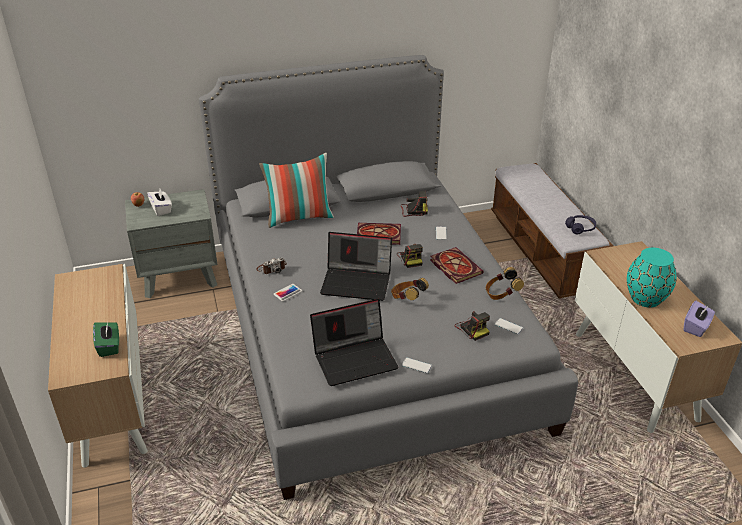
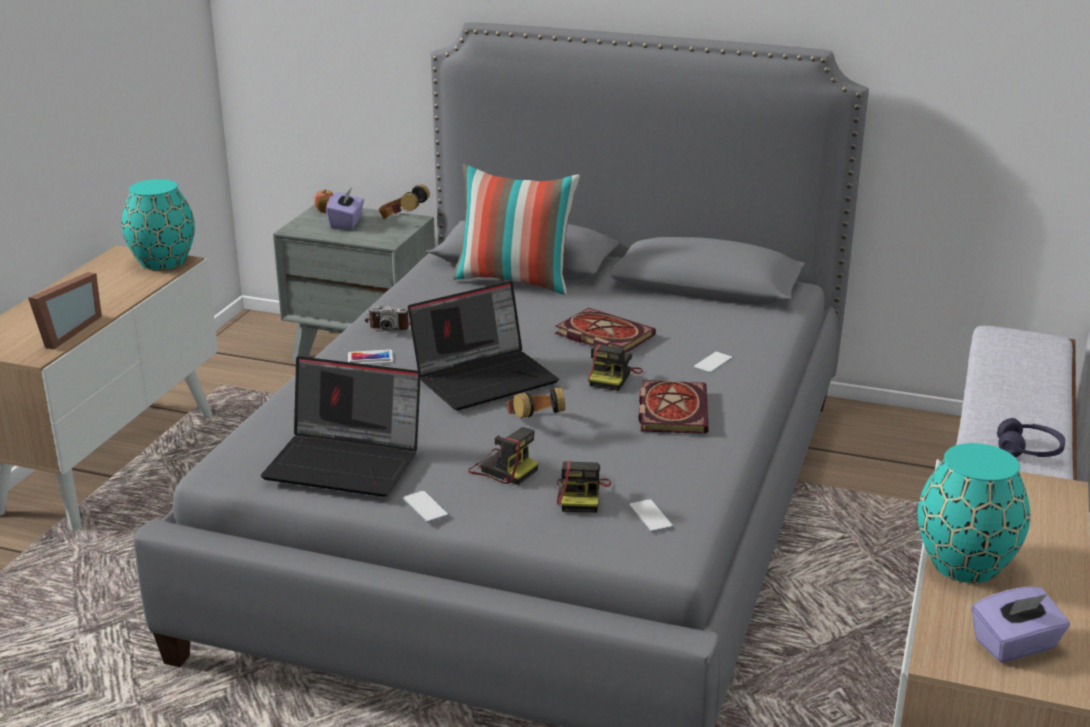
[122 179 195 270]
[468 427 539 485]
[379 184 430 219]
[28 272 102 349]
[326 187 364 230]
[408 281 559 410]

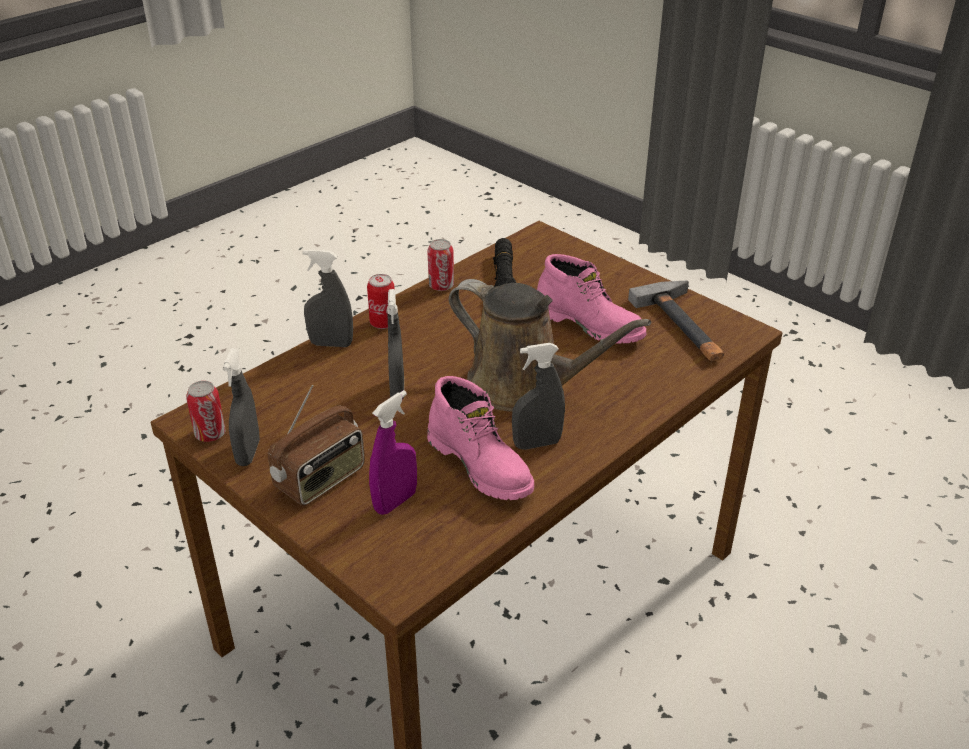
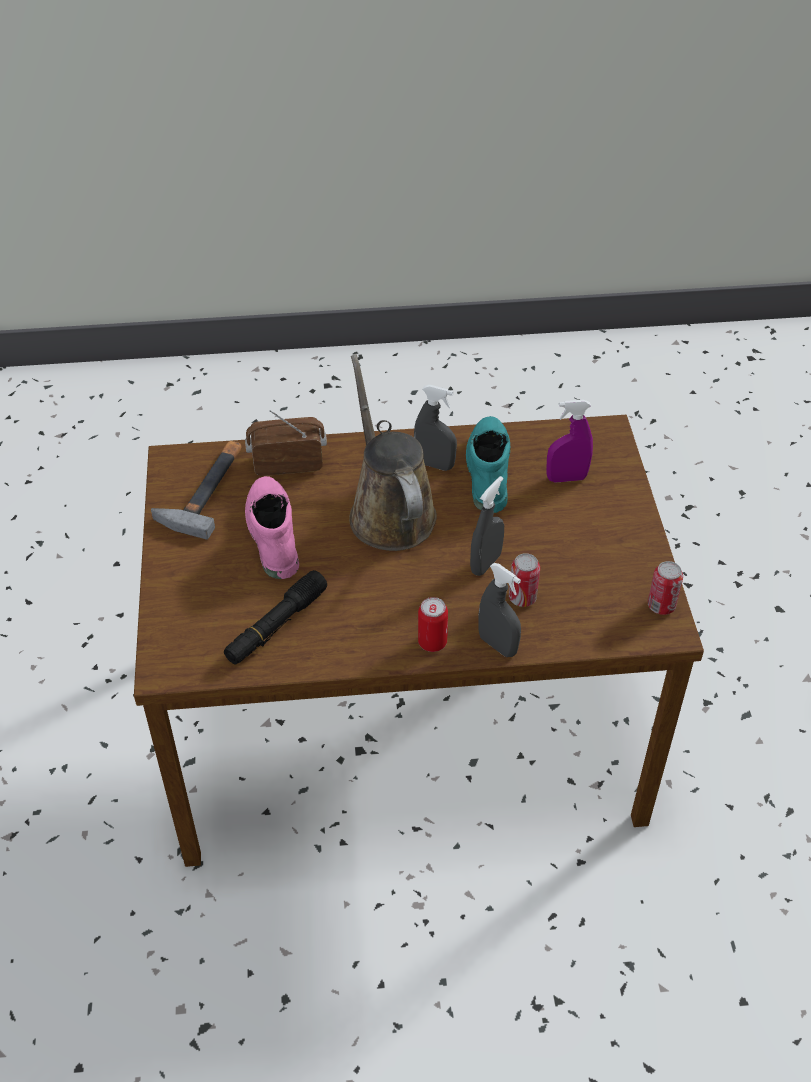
[223 348 260 466] (first image)
[245 410 327 476]
[509 553 540 607]
[466 416 510 513]

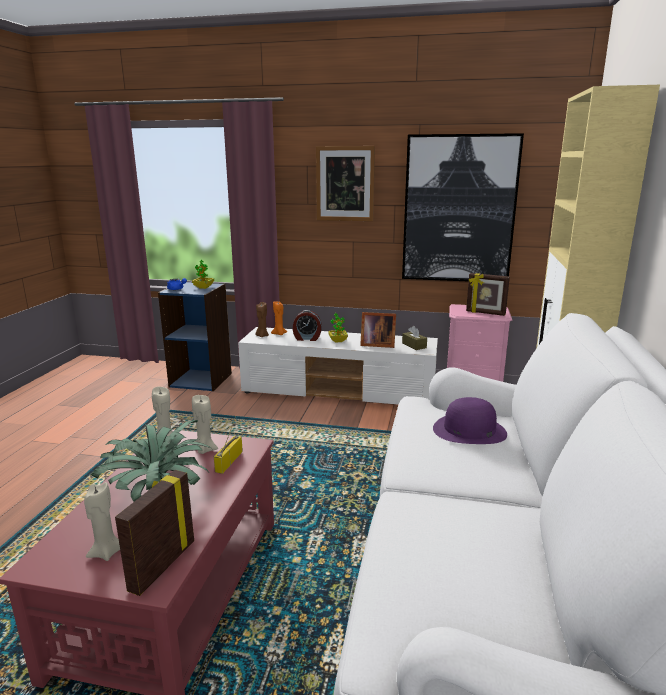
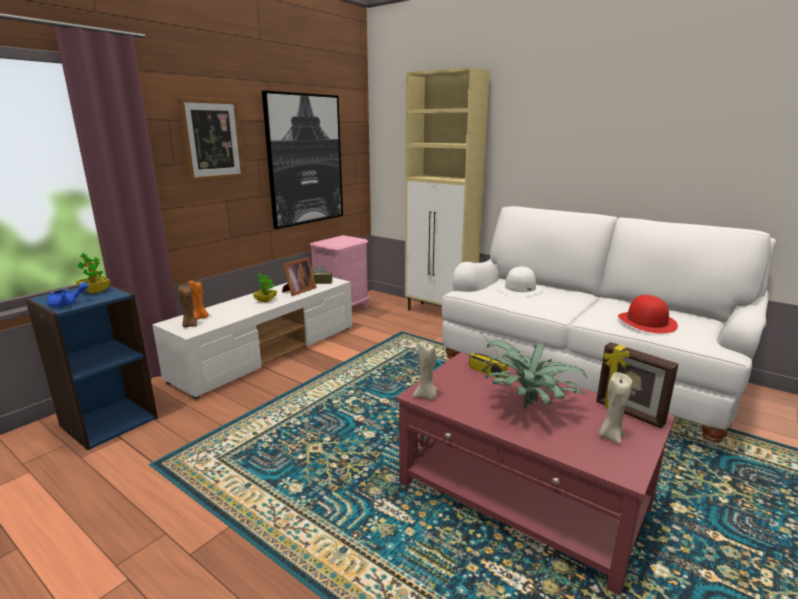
[192 395 218 454] (first image)
[293 310 322 341] (first image)
[466 273 510 316] (first image)
[618 295 678 333]
[498 266 543 296]

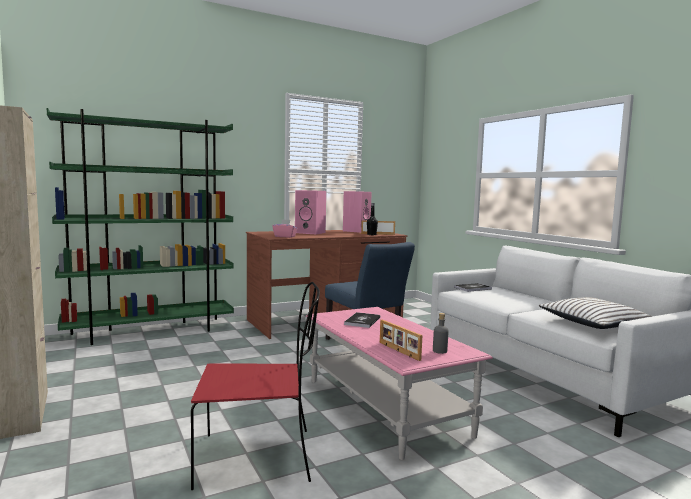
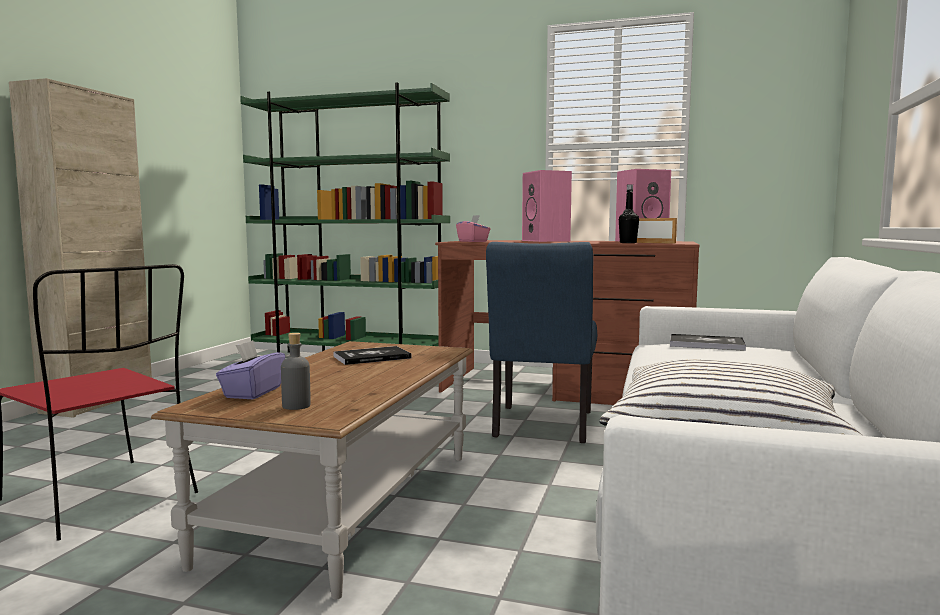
[216 340 285 399]
[151 341 473 600]

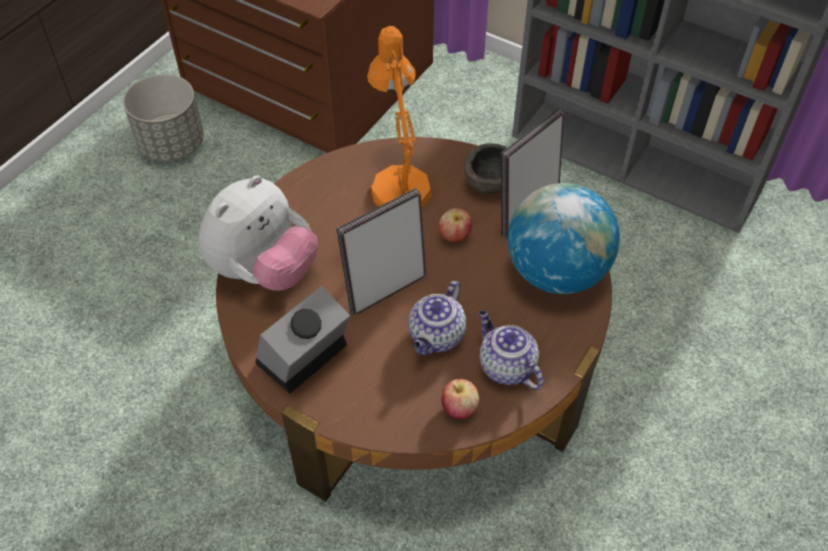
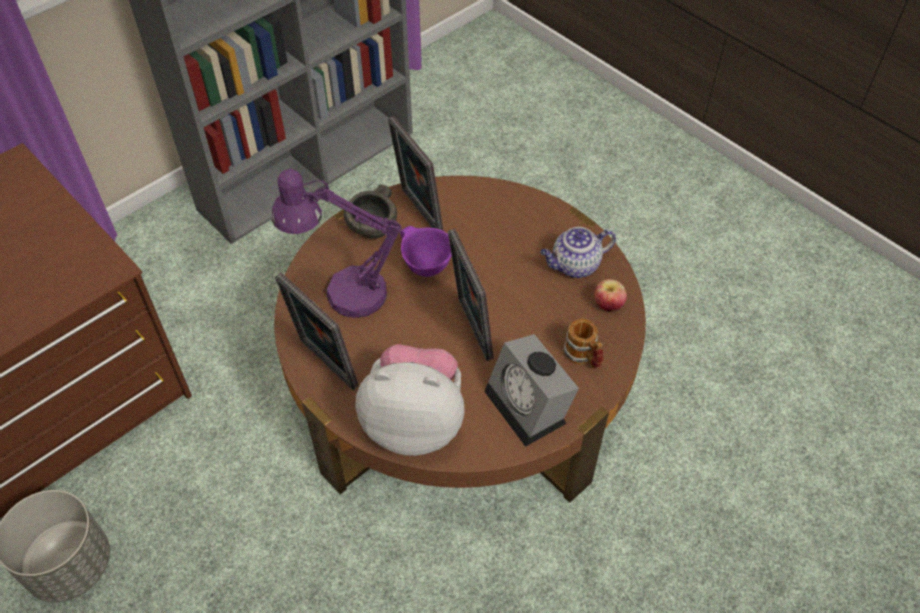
[408 281 466 355] (first image)
[508 183 620 294] (first image)
[275 273 359 390]
[563 319 604 368]
[400 226 452 277]
[272 169 402 318]
[356 344 464 456]

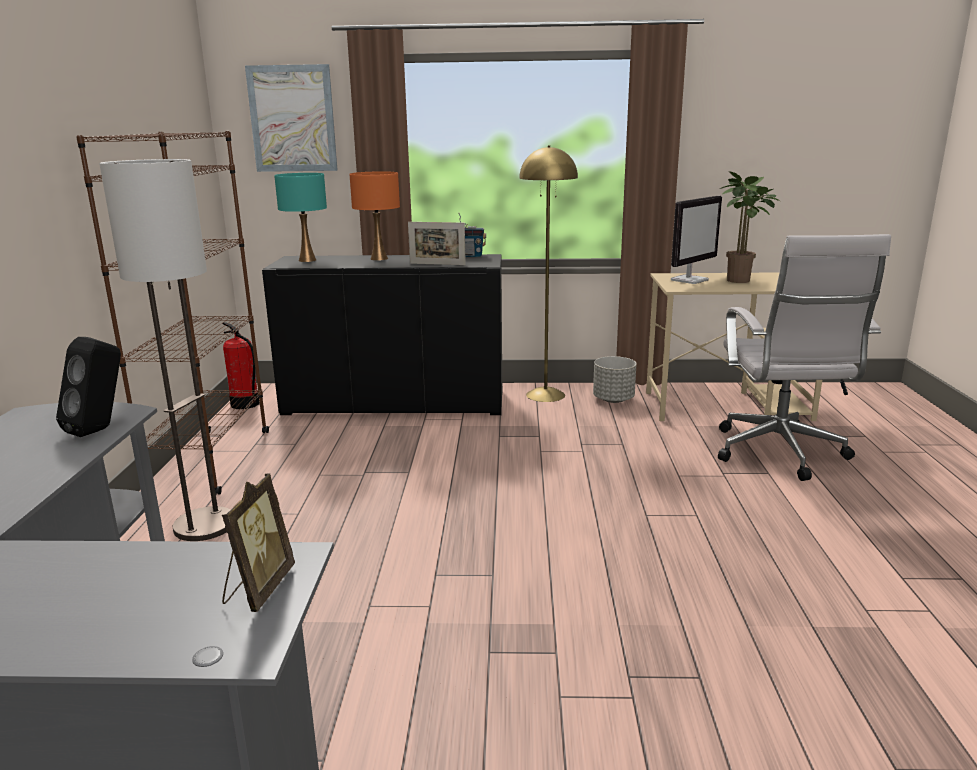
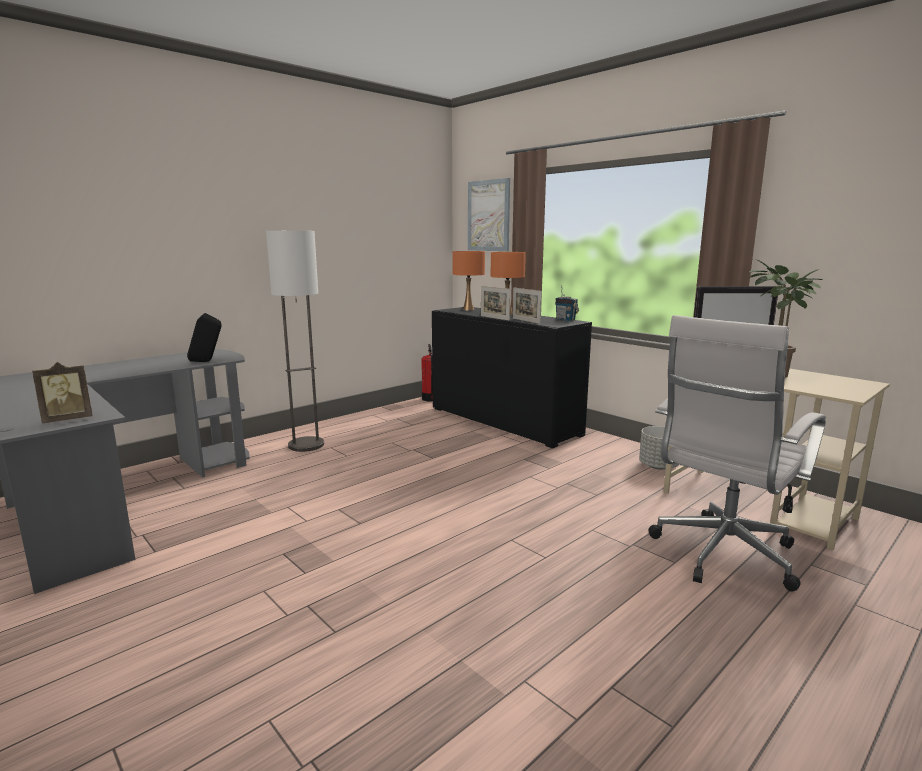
[76 131 269 495] (first image)
[519 145 578 402] (first image)
[481 286 510 321]
[452 251 485 311]

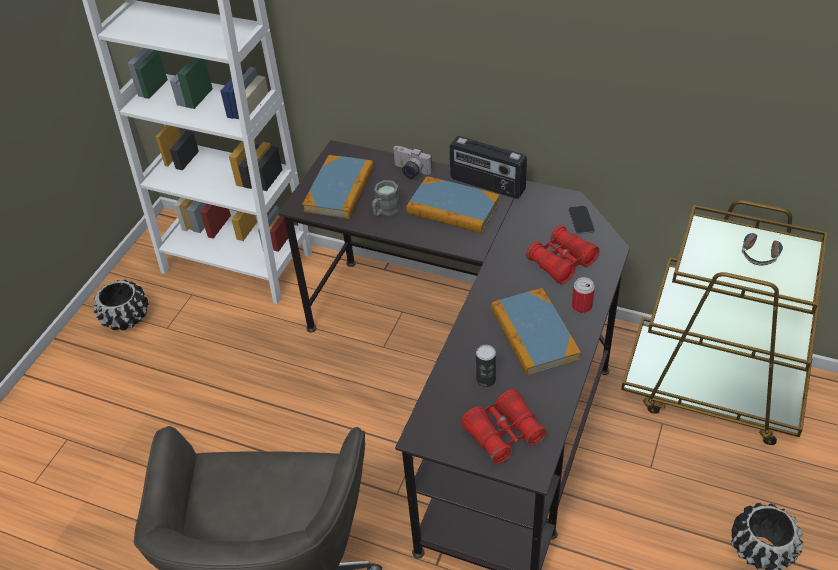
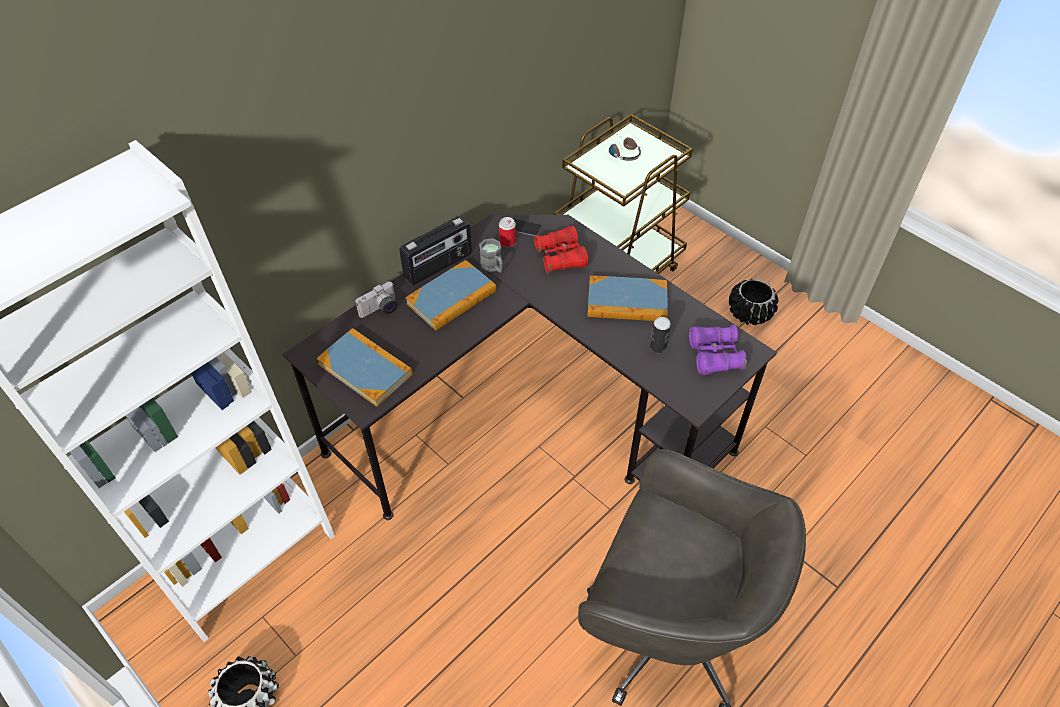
[479 238 503 273]
[499 217 516 247]
[689 325 747 375]

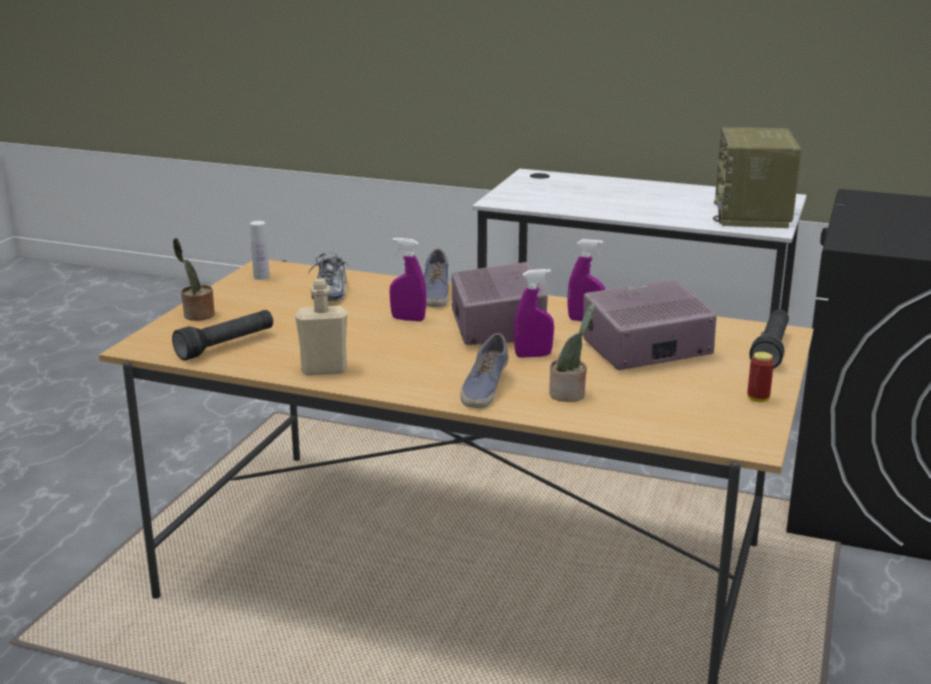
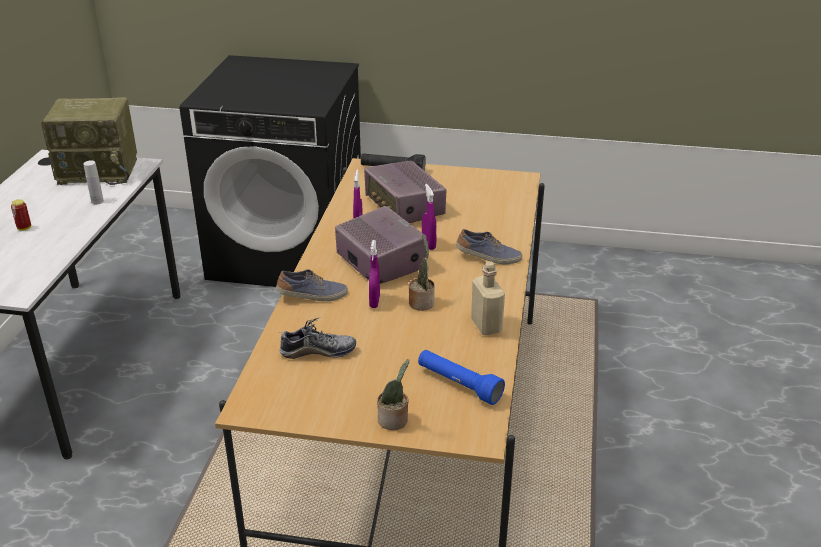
[83 160 104 204]
[409 234 435 310]
[11 199 31 231]
[418 350 505 405]
[335 206 427 284]

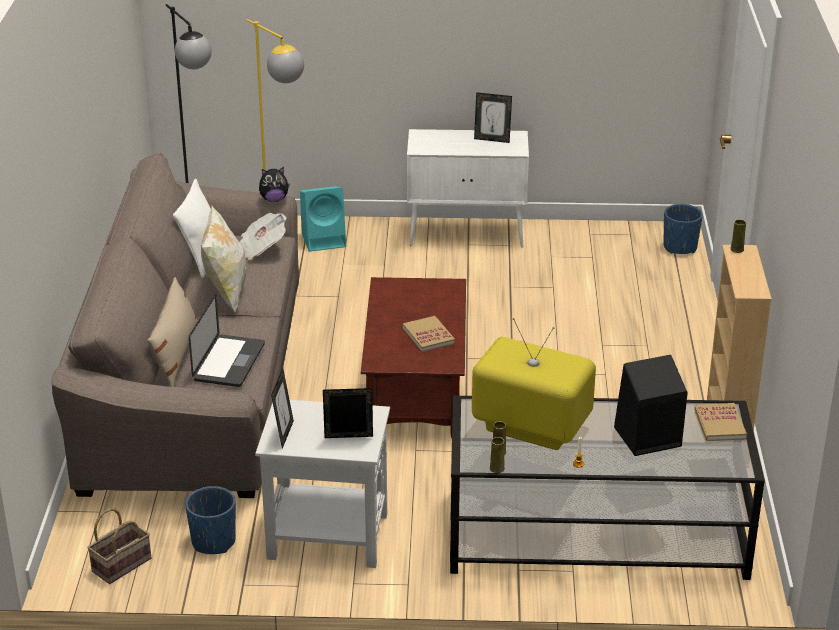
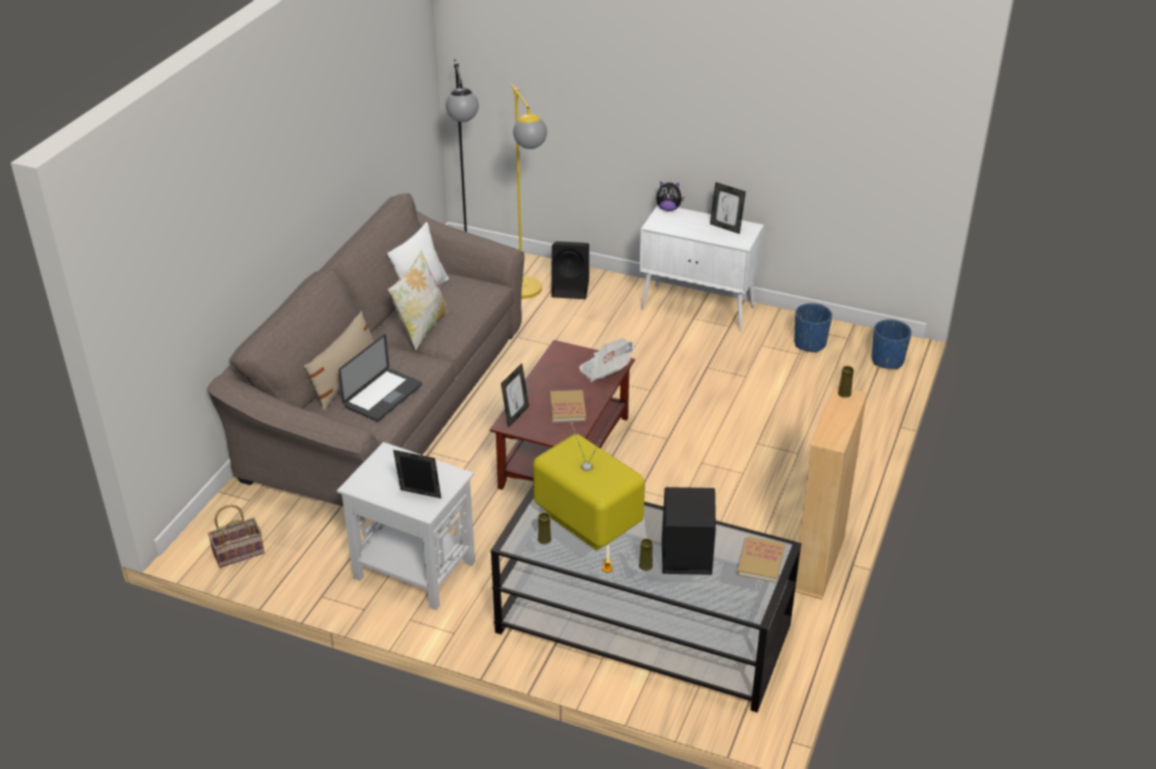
[794 303 832 353]
[579 338 635 382]
[656 181 684 211]
[501 363 529 428]
[639 538 653 571]
[552 241 589 299]

